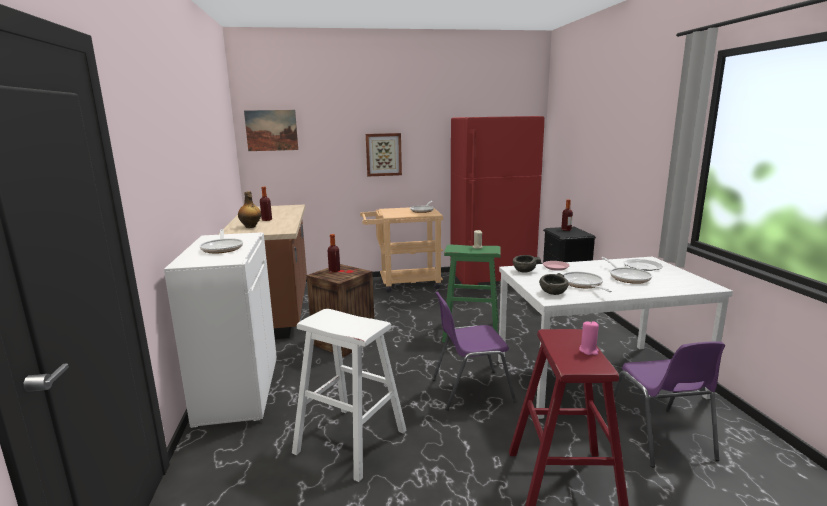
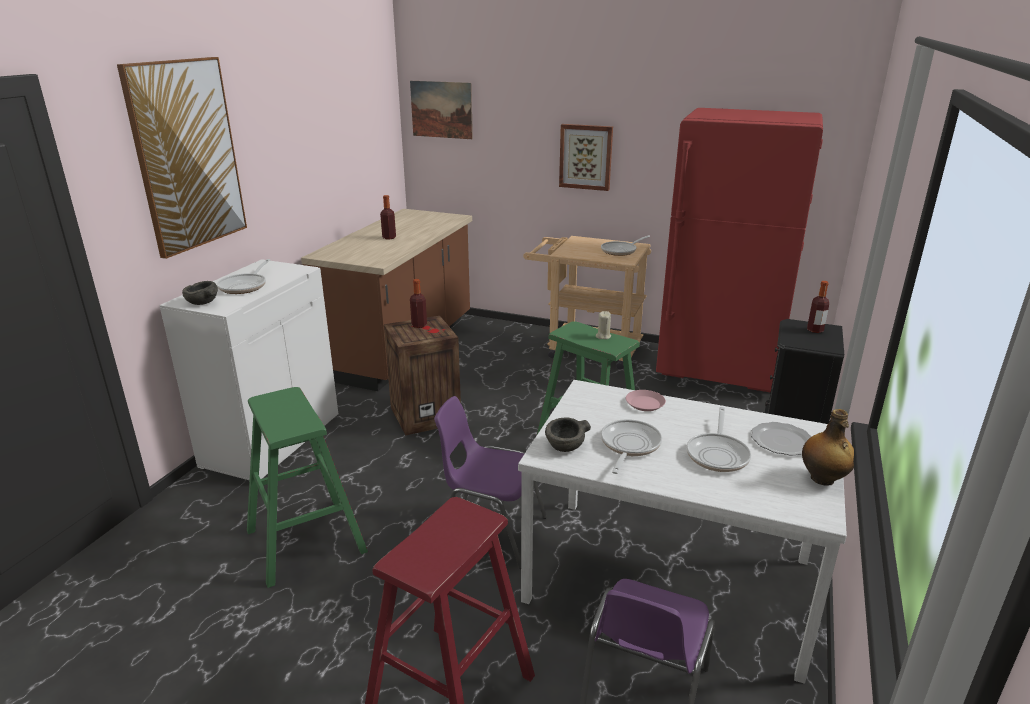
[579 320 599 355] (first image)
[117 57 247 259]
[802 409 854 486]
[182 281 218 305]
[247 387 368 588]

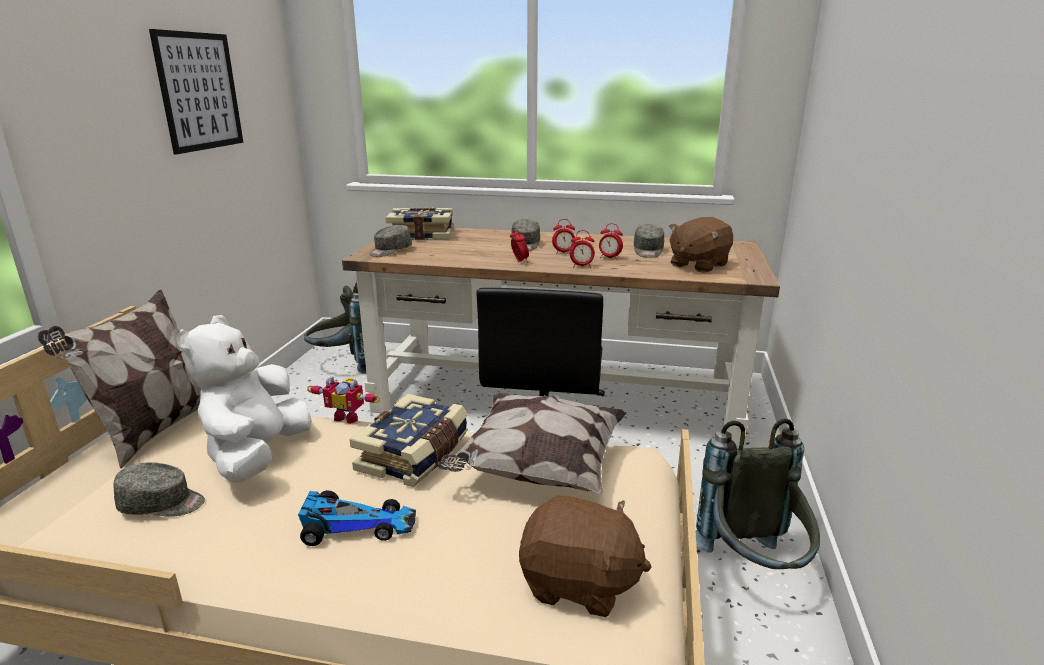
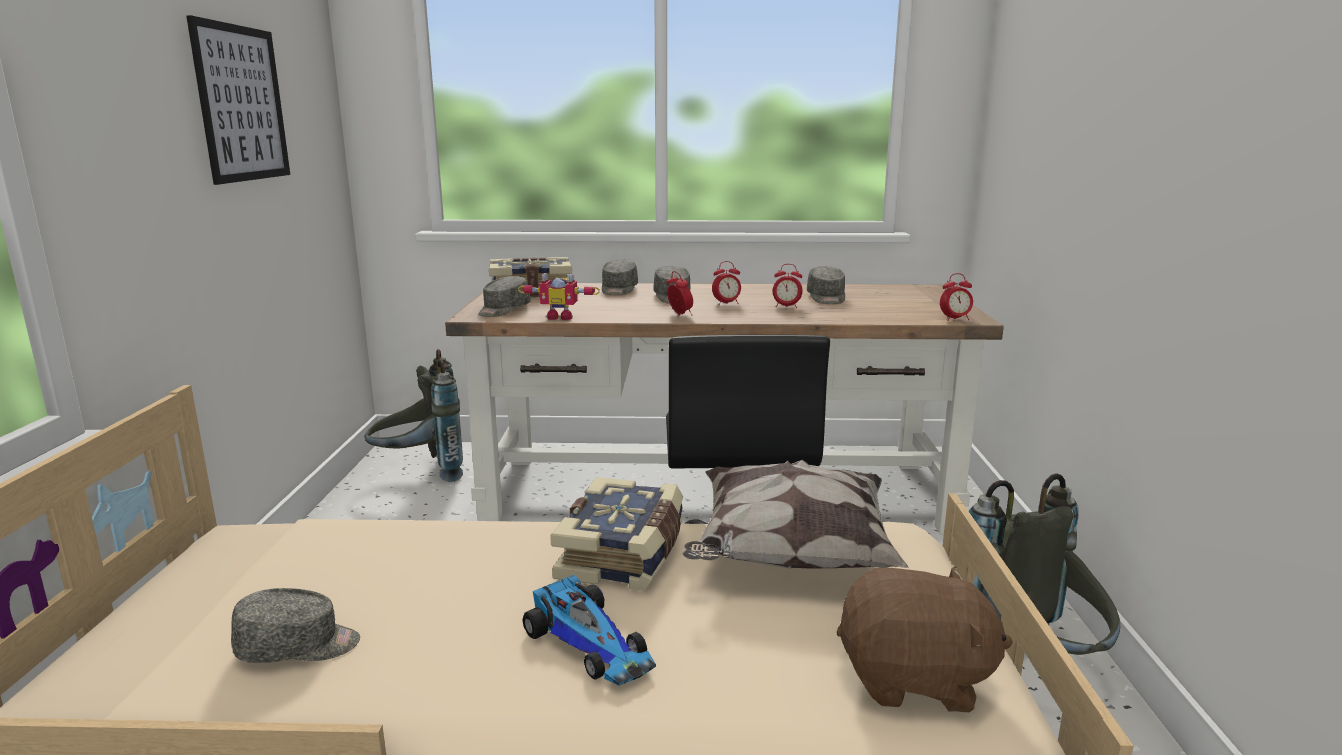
[38 290 201 469] (first image)
[176 315 312 483] (first image)
[669 217 733 273] (first image)
[602 260 638 295]
[518 273 600 320]
[940 273 973 321]
[523 575 656 686]

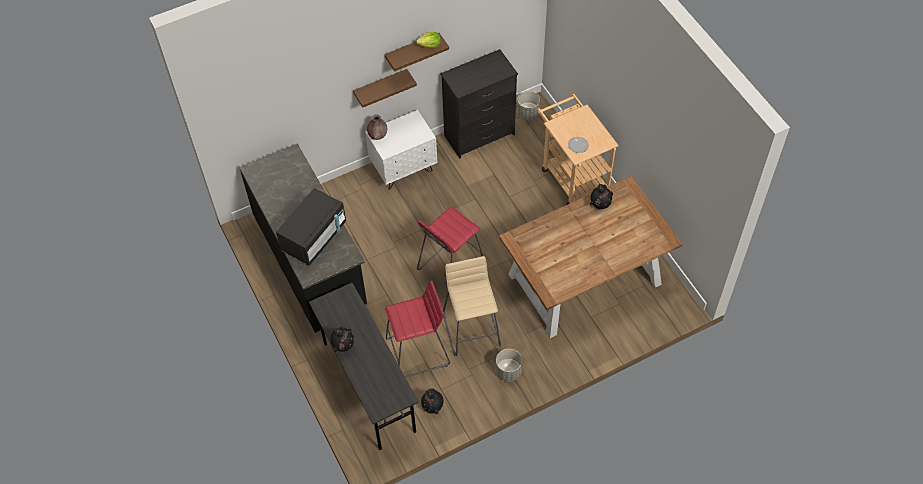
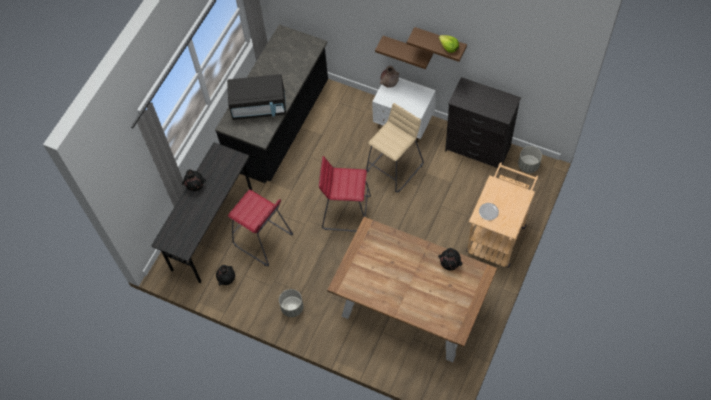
[366 103 424 193]

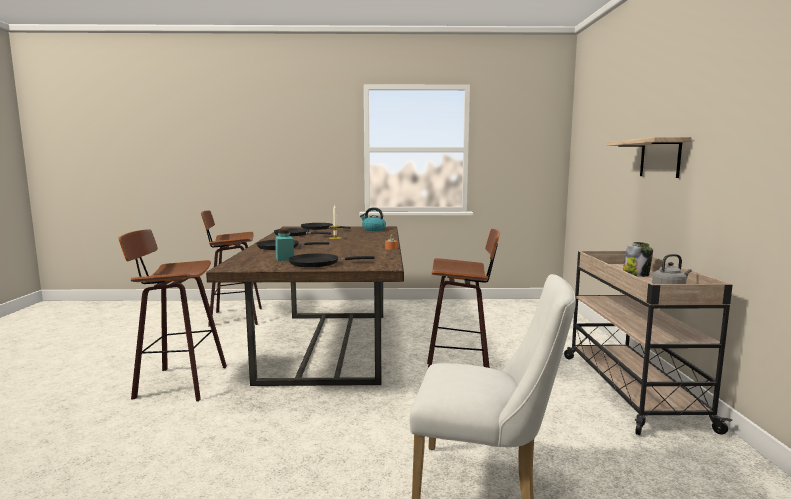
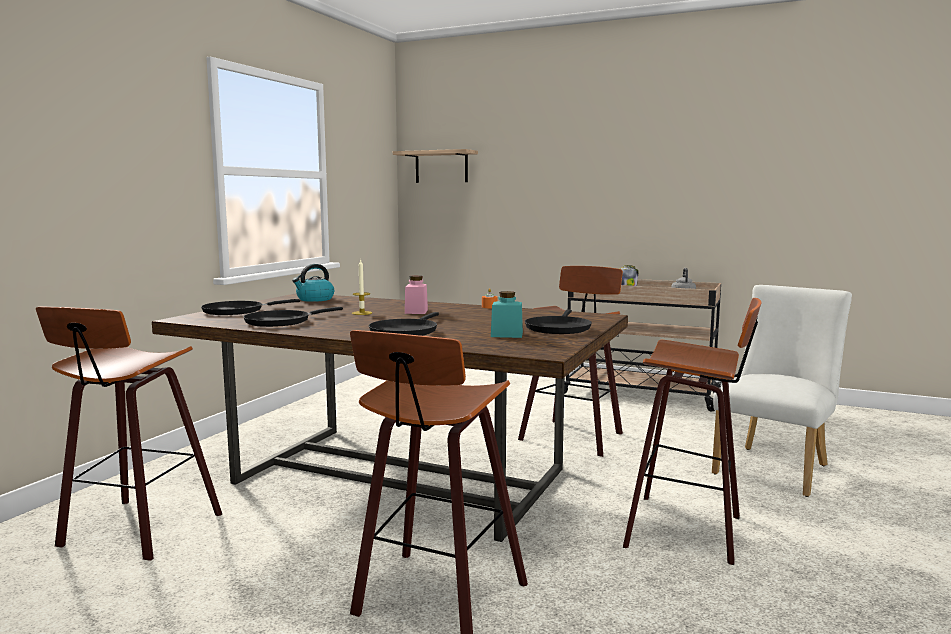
[405 275 428 314]
[623 298 762 565]
[393 149 478 183]

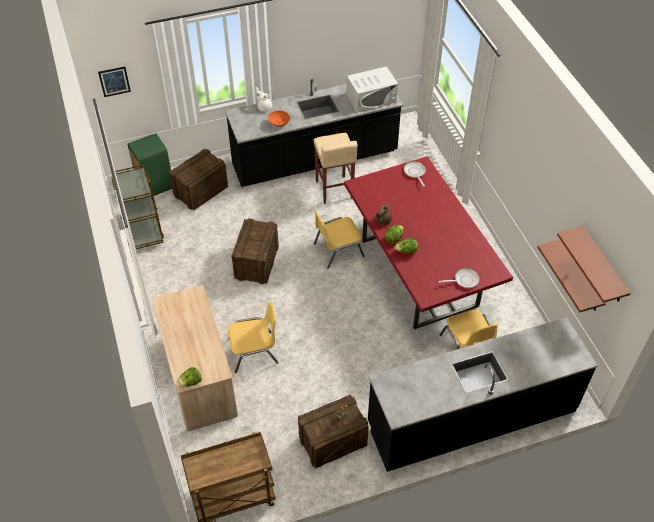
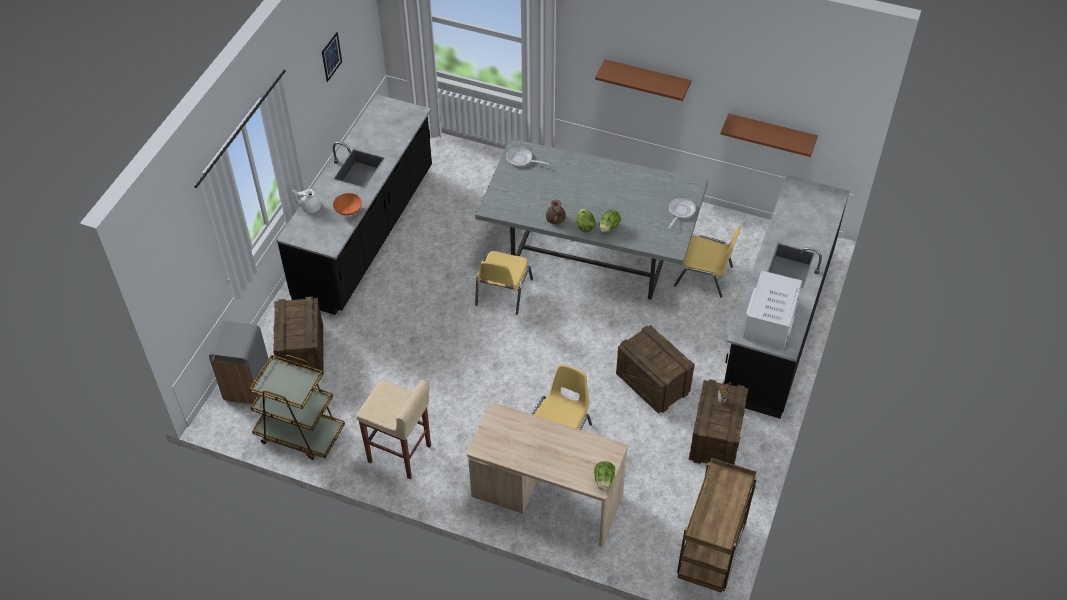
[322 32 342 82]
[616 325 695 414]
[356 380 431 480]
[743 270 802 349]
[595 59 691 101]
[209 321 269 405]
[475 139 708 300]

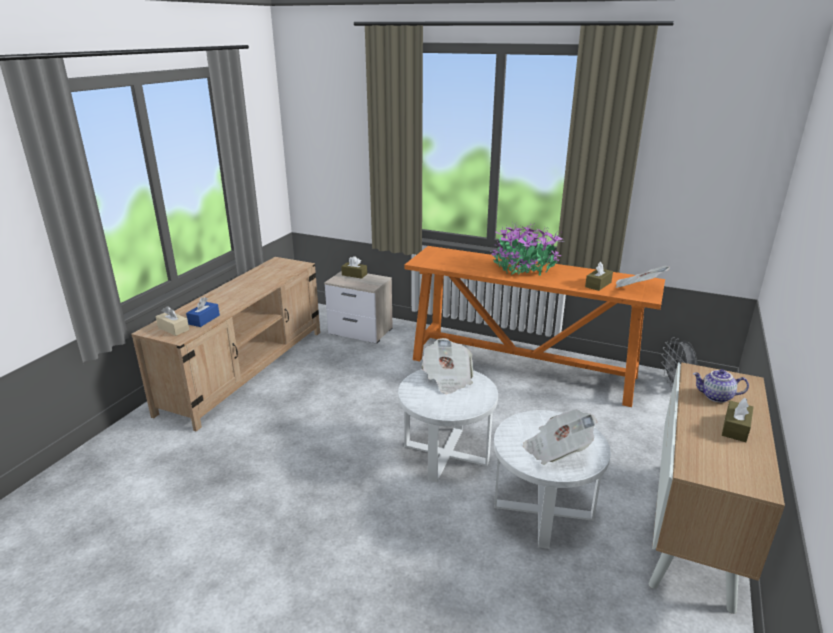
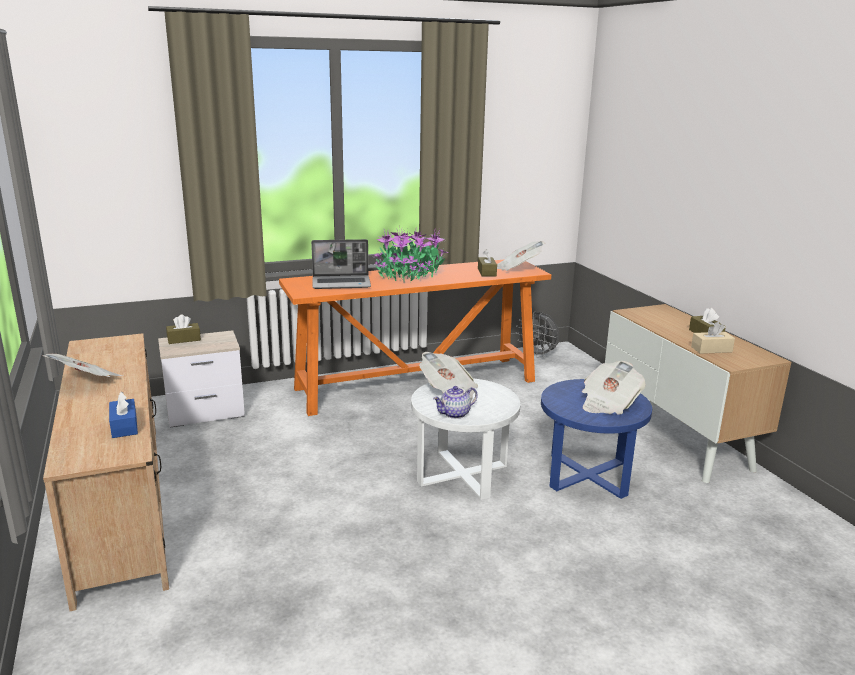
[42 354 124 377]
[311 239 371 289]
[691 322 735 354]
[433 386 478 419]
[541 379 652 499]

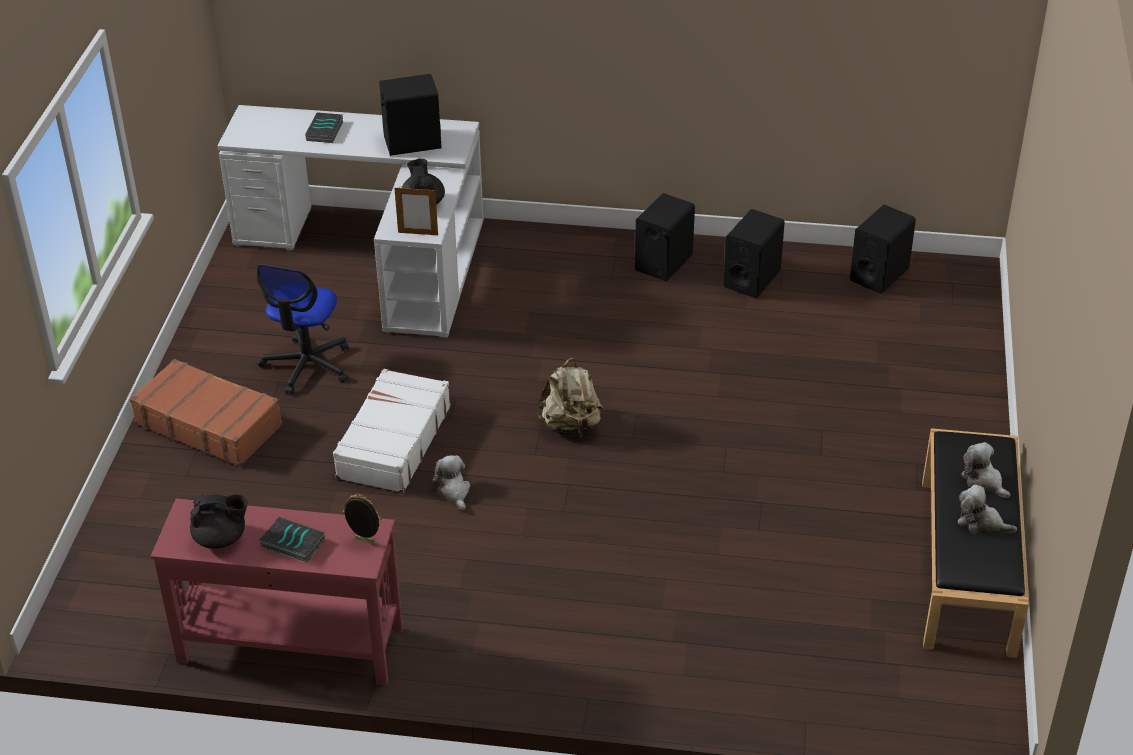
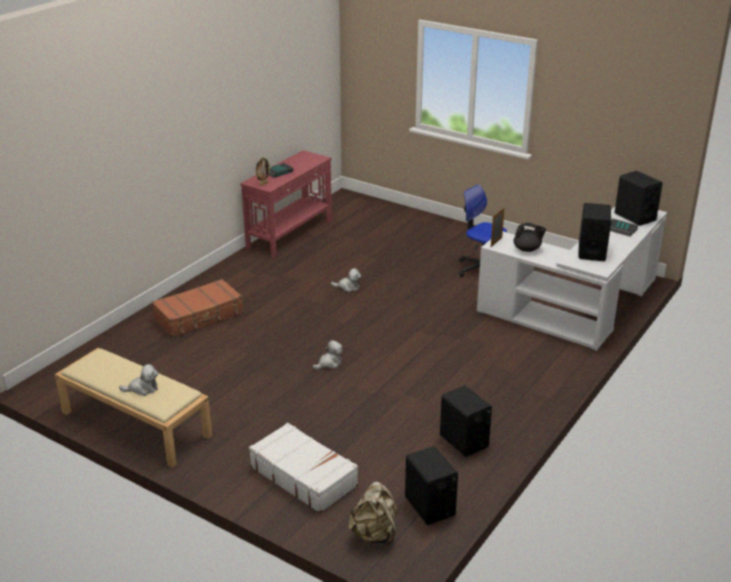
[190 494 248 549] (first image)
[152 279 244 338]
[249 423 358 513]
[348 482 398 546]
[614 171 663 226]
[313 340 342 370]
[55 348 212 467]

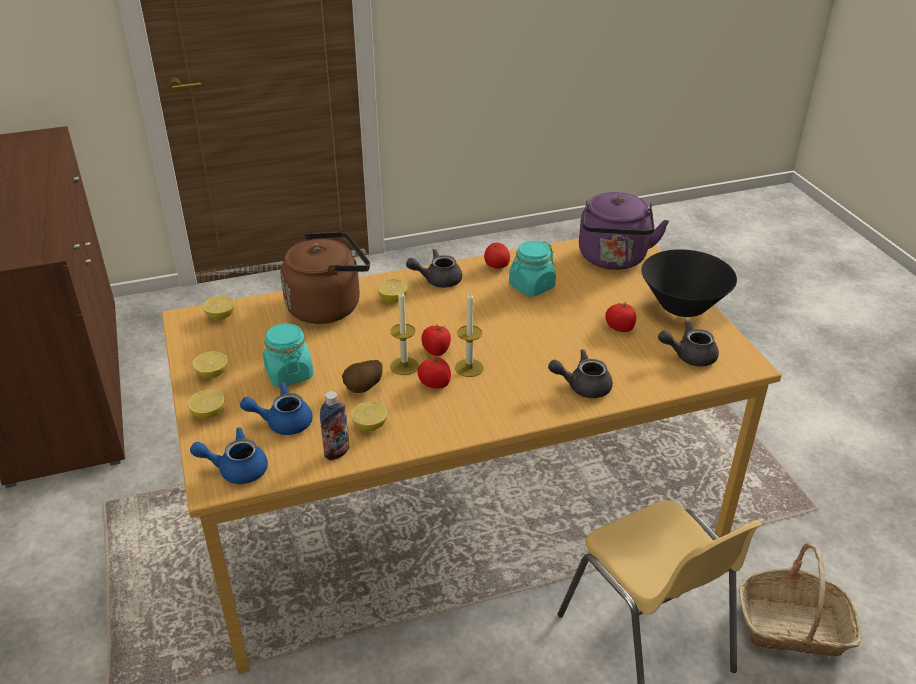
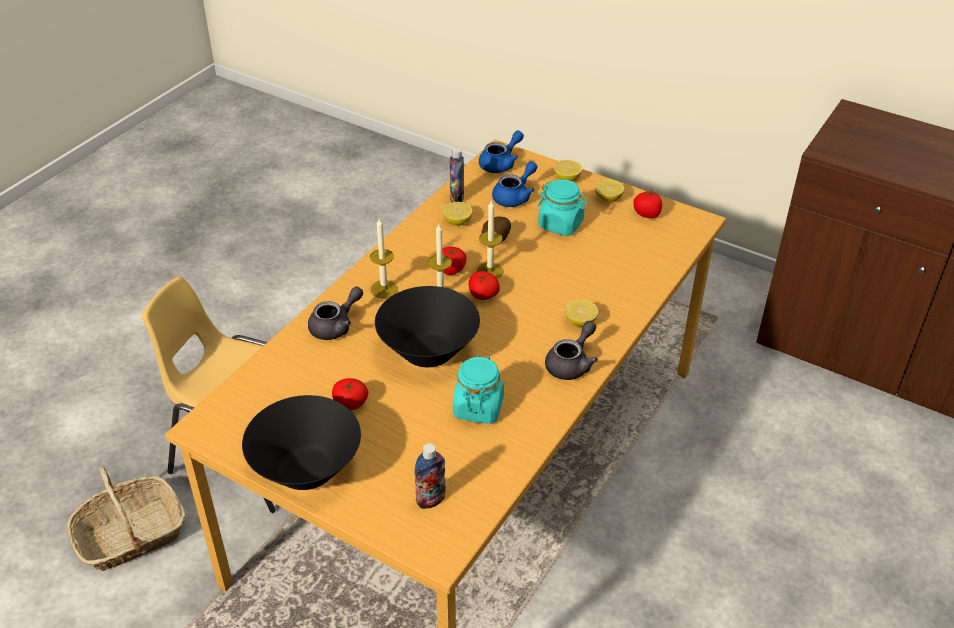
[203 296 235 320] (first image)
[280 232 370 324] (first image)
[658 320 719 367] (first image)
[370 218 398 298]
[375 286 480 367]
[633 191 662 218]
[415 444 446 509]

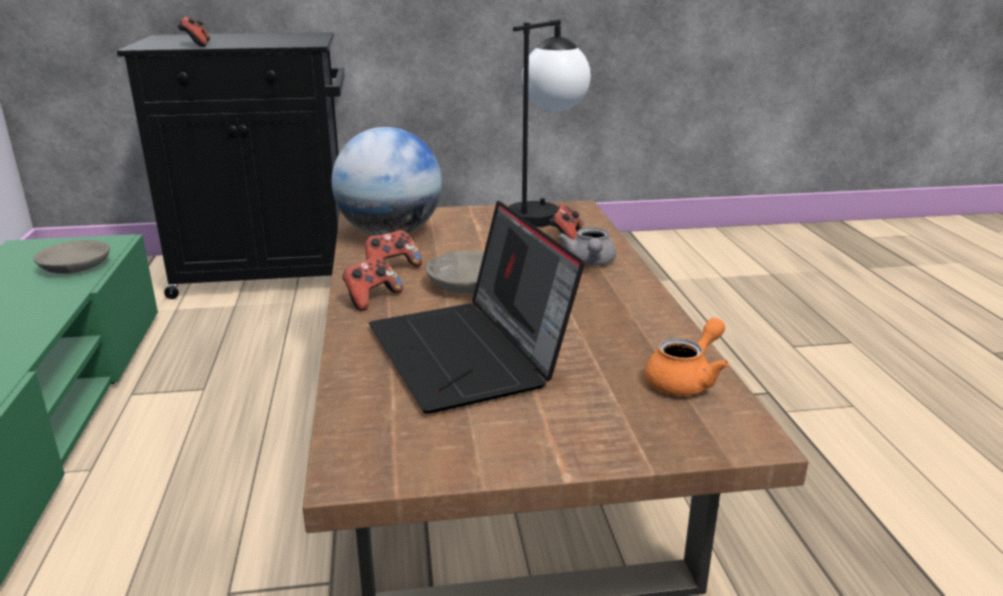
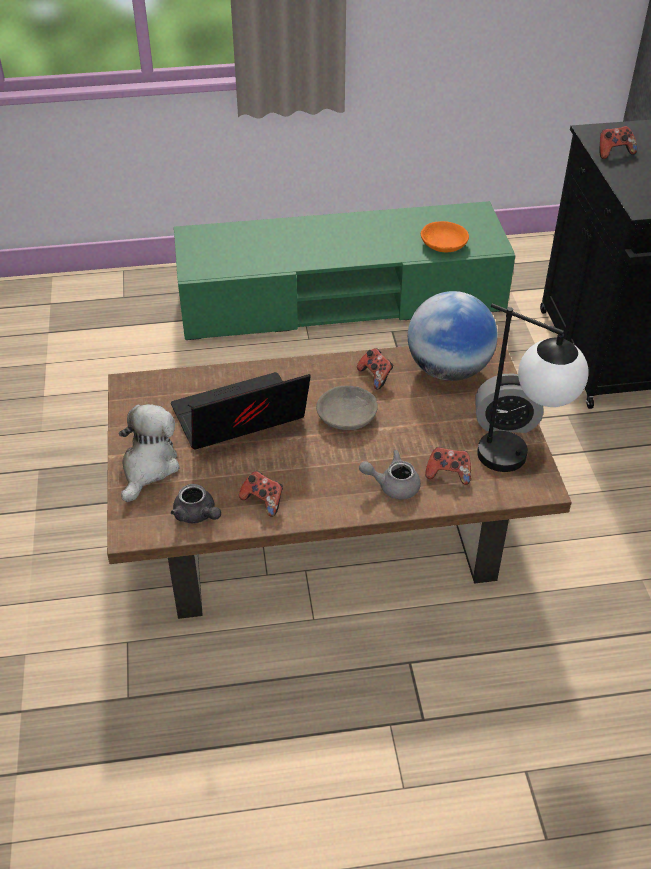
[119 404 180 502]
[475 373 543 433]
[239 471 283 517]
[421 221 469 252]
[171 484 221 523]

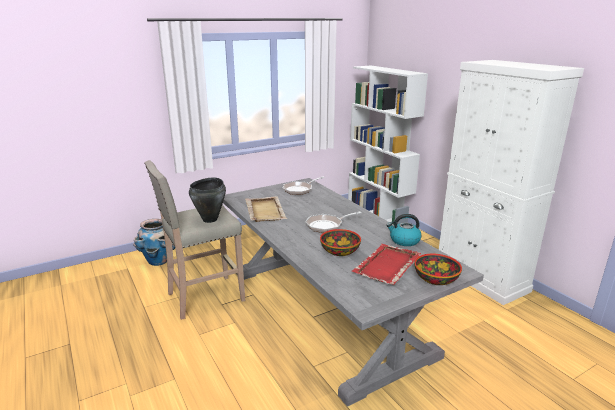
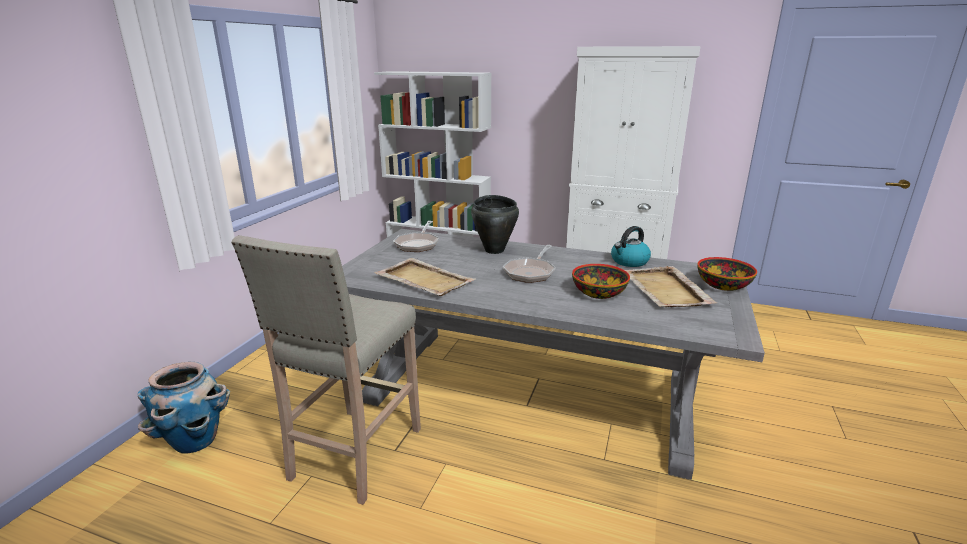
[471 195 519 254]
[625 266 717 307]

